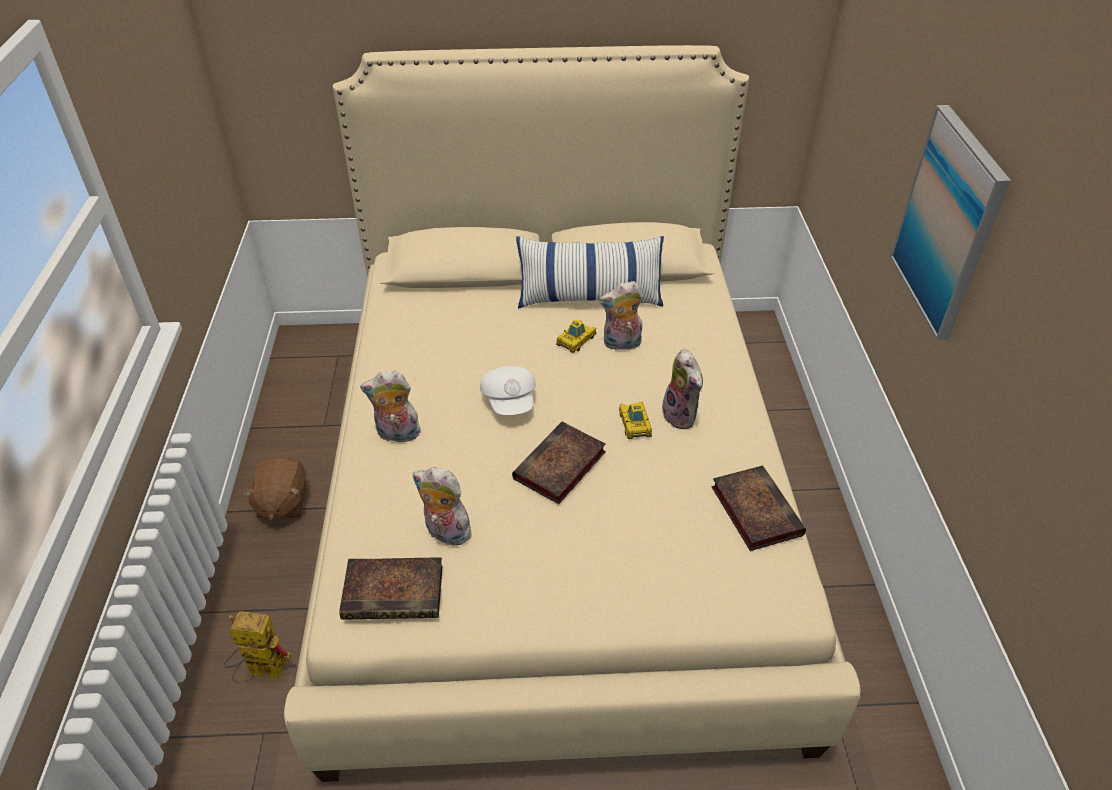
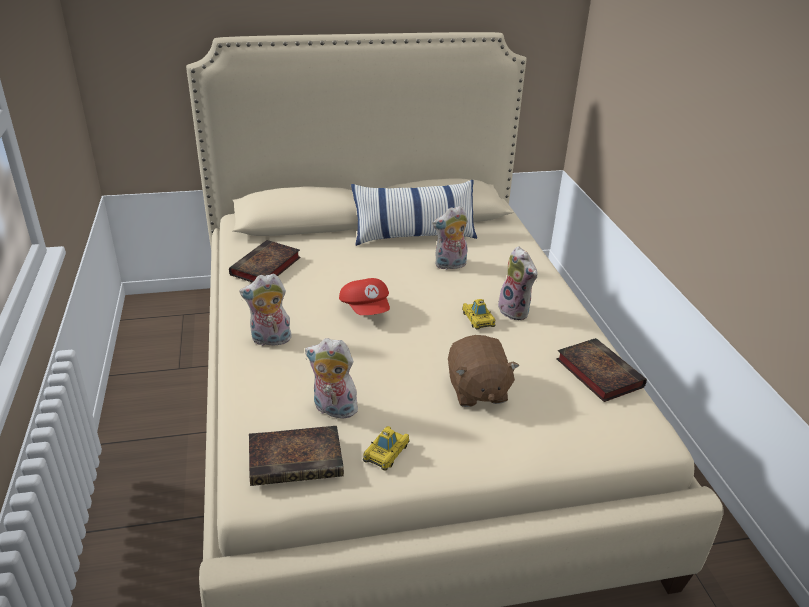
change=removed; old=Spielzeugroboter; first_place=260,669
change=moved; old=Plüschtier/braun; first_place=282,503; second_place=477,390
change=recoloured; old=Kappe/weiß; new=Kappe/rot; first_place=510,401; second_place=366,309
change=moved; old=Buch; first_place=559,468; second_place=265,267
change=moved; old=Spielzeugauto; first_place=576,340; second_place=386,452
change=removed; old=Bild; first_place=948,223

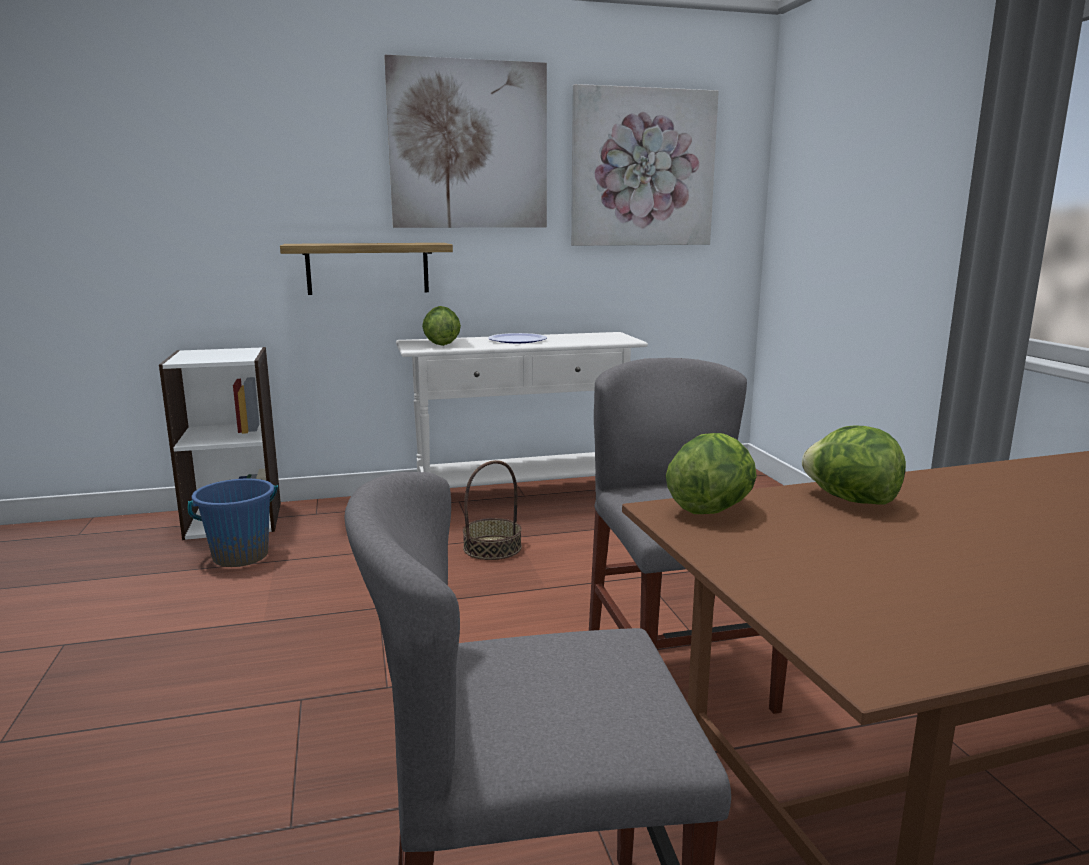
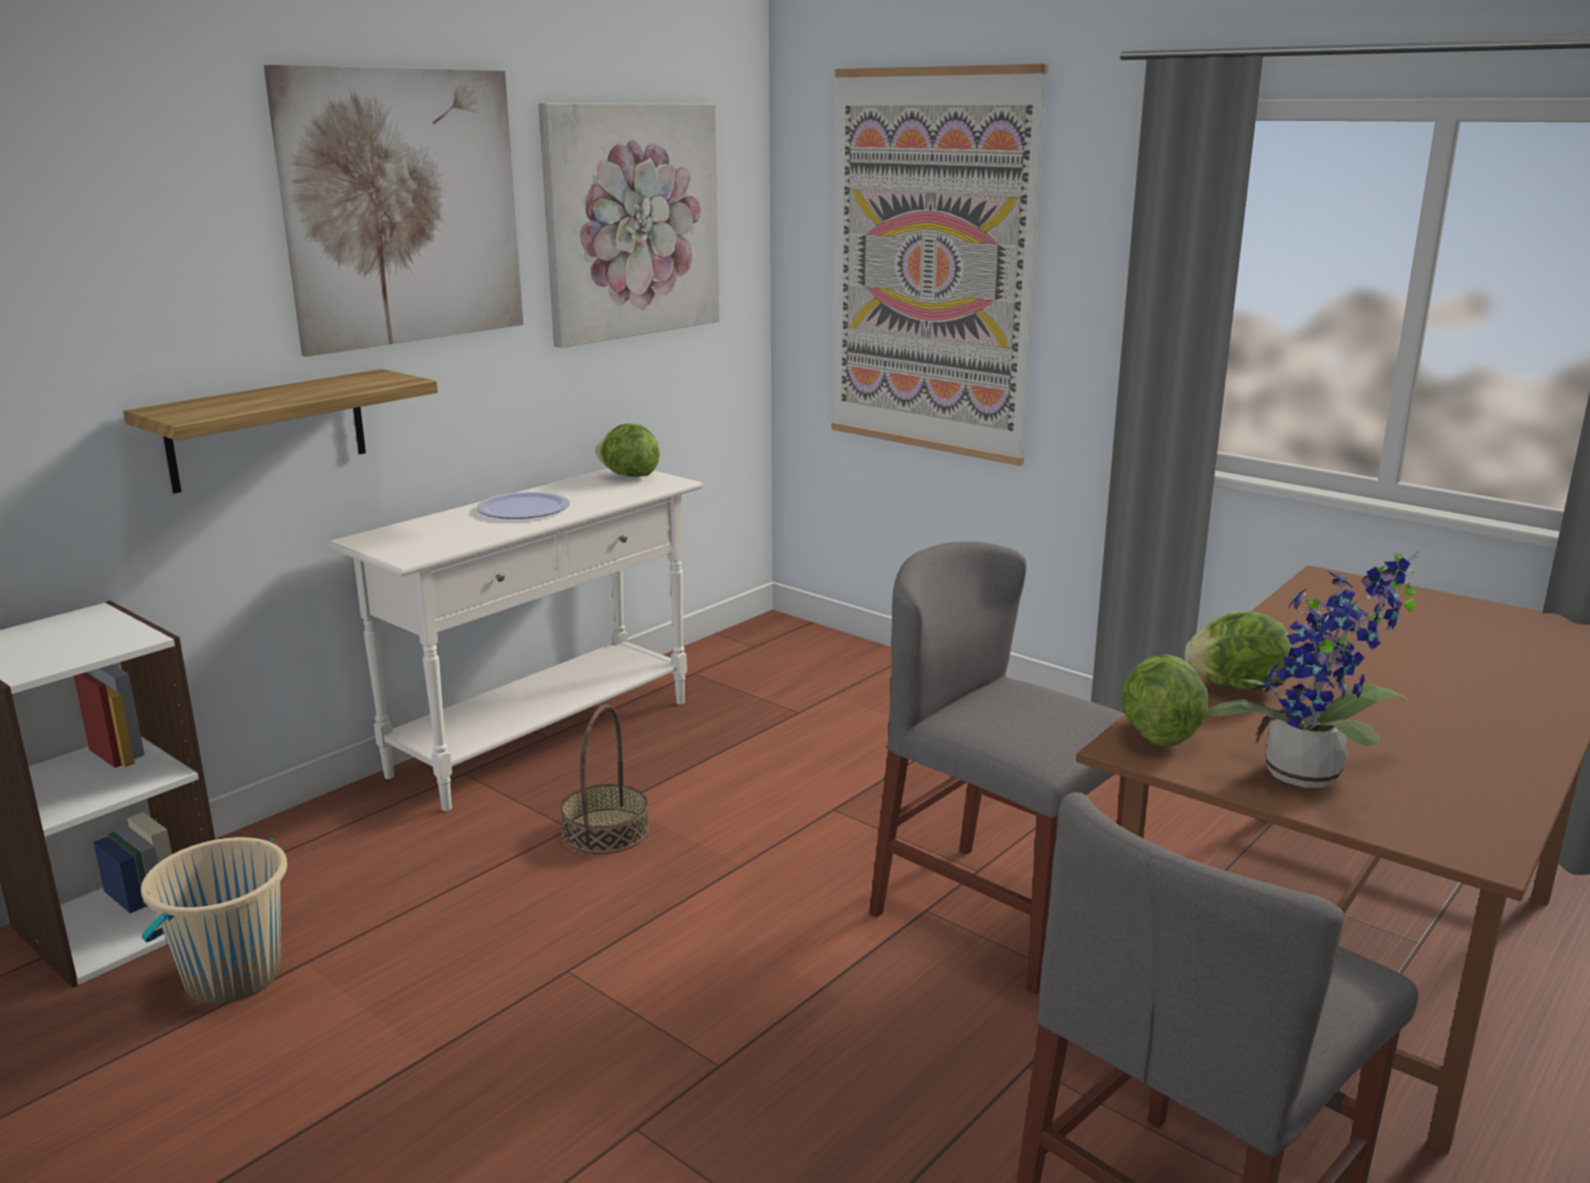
change=recoloured; old=Eimer/blau; new=Eimer/beige; first_place=240,556; second_place=232,976
change=moved; old=Salatkopf; first_place=440,345; second_place=629,475
change=added; new=Bild; second_place=930,265
change=added; new=Topfpflanze; second_place=1310,778

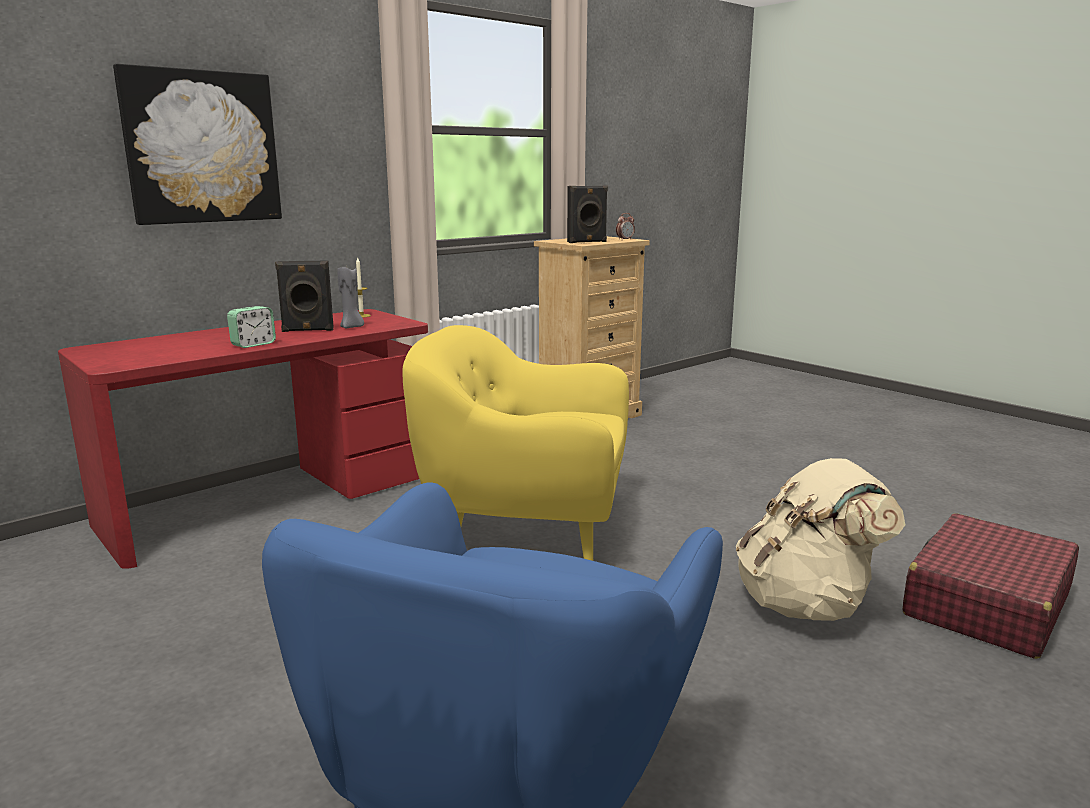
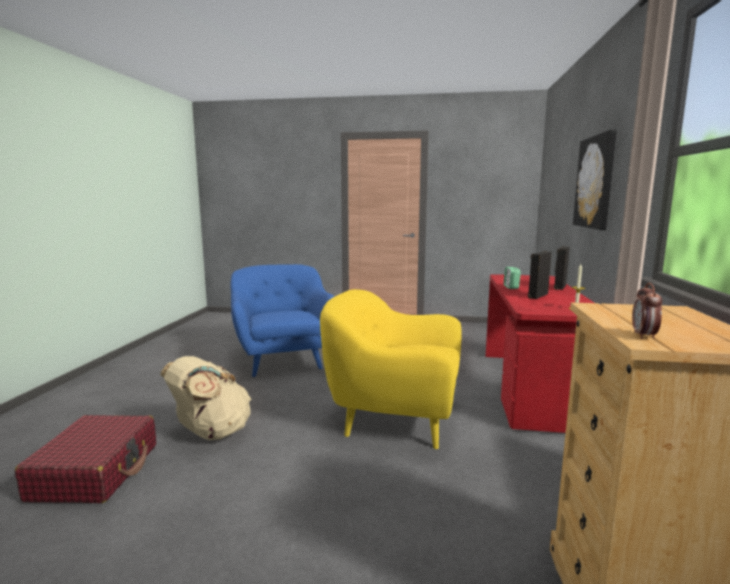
change=removed; old=Kerze/grau; first_place=352,327
change=turned; old=Sessel/gelb; first_place=524,528; second_place=394,419; degrees=-135
change=moved; old=Lautsprecher/schwarz; first_place=587,242; second_place=559,287

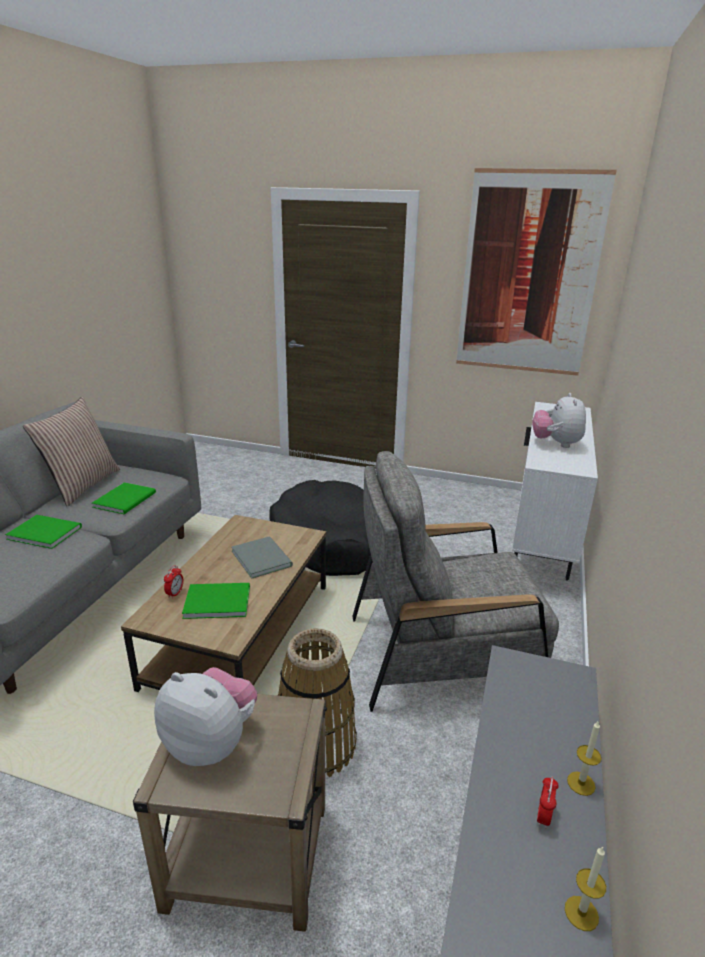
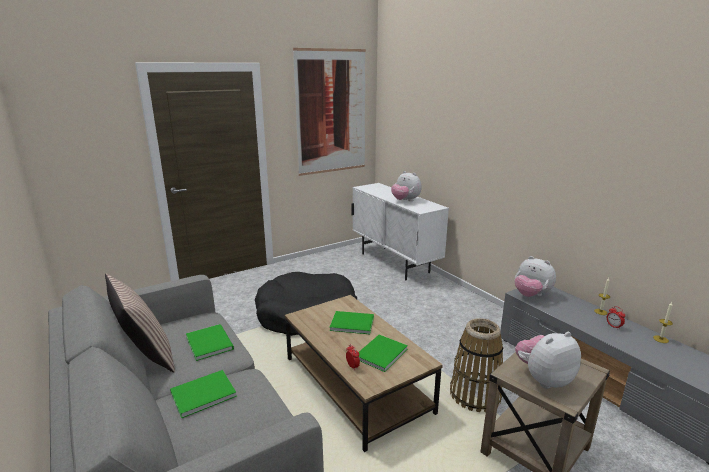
change=recoloured; old=Buch/grau; new=Buch/grün; first_place=262,557; second_place=351,323
change=removed; old=Sessel/grau; first_place=444,653
change=added; new=Plüschtier; second_place=531,295

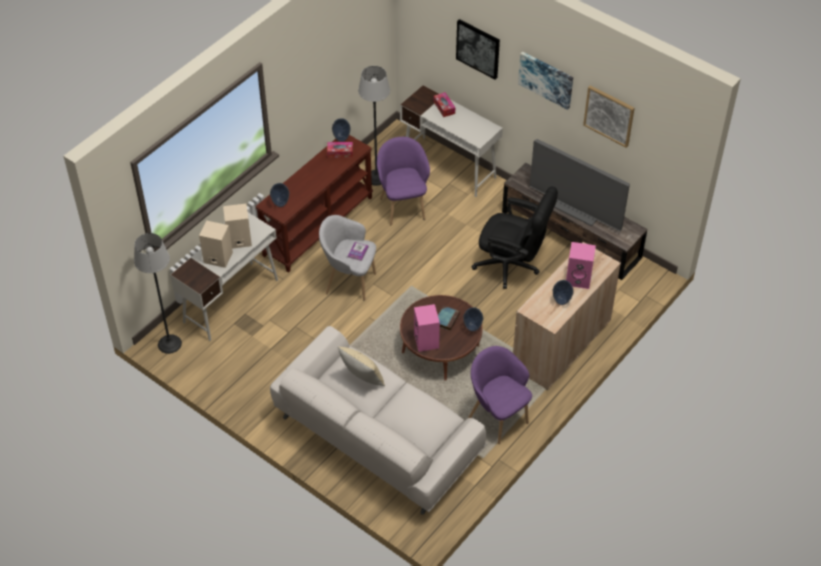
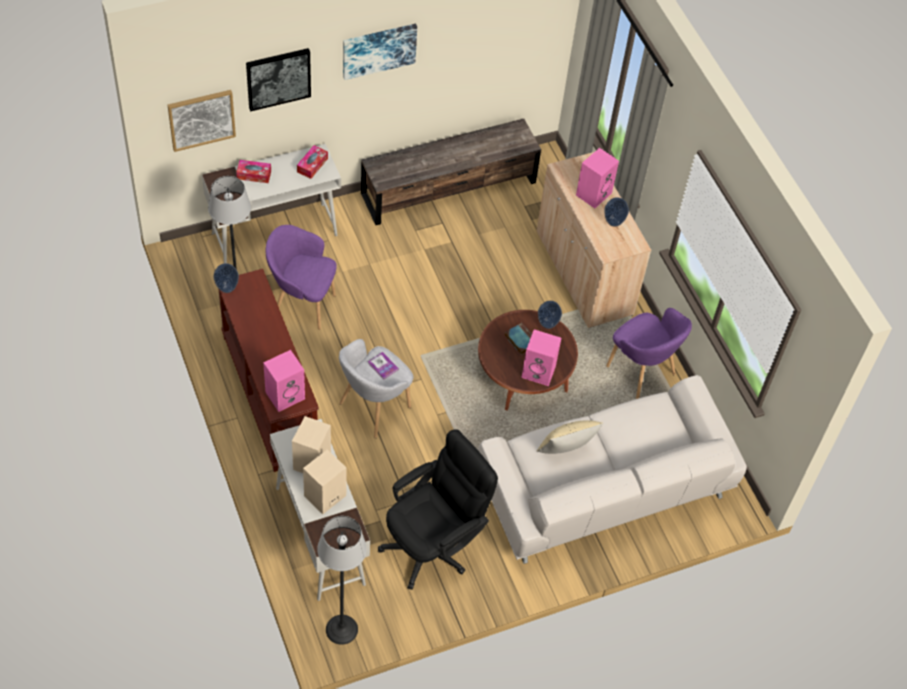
change=replaced; old=Vase; new=Lautsprecher/rosa; first_place=281,204; second_place=285,394
change=moved; old=Taschentuchbox; first_place=340,152; second_place=312,165
change=turned; old=Sessel/lila; first_place=497,418; second_place=641,373; degrees=-120
change=moved; old=Bürostuhl/schwarz; first_place=512,266; second_place=433,544
change=removed; old=Fernseher; first_place=576,207
change=moved; old=Bild; first_place=609,115; second_place=201,119

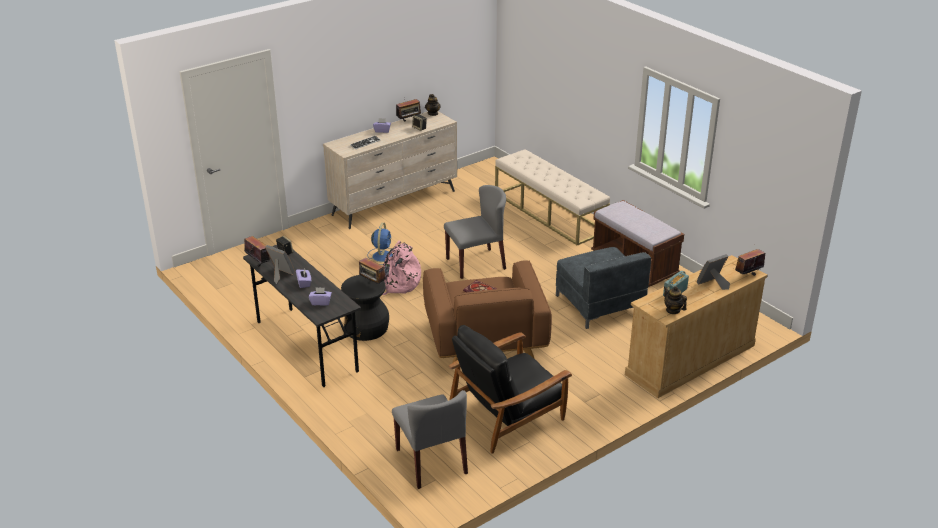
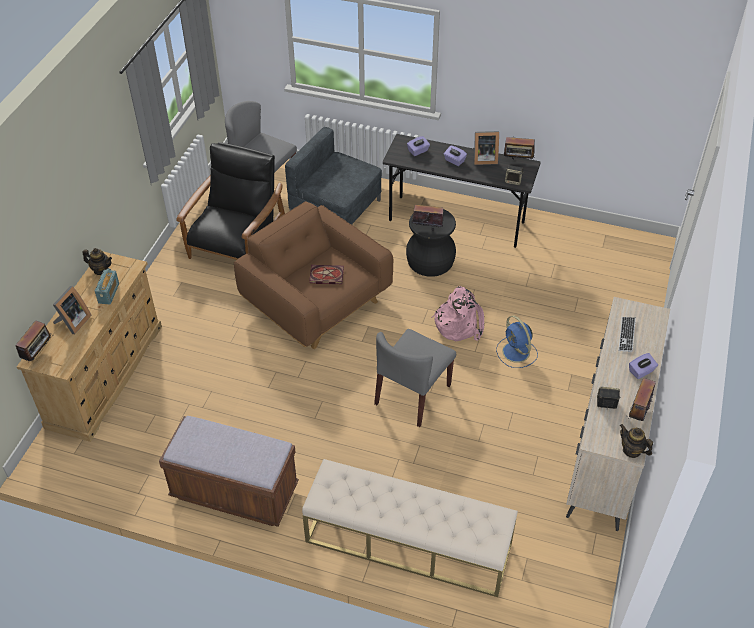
change=moved; old=Sessel/grau; first_place=599,303; second_place=336,209

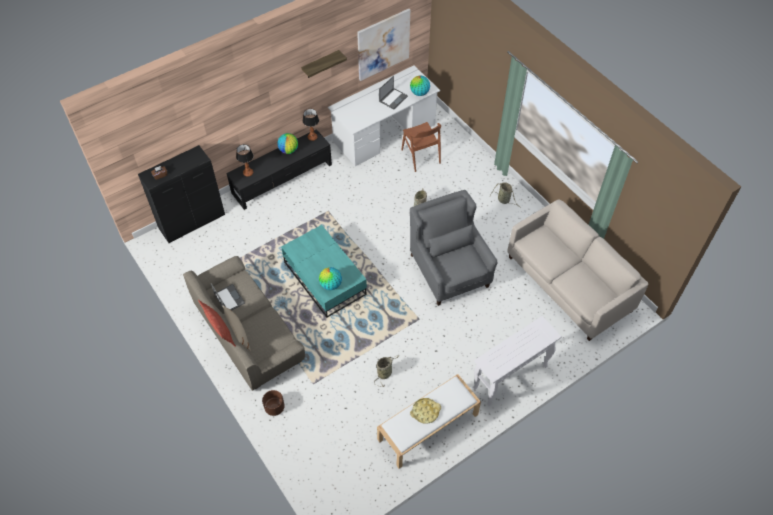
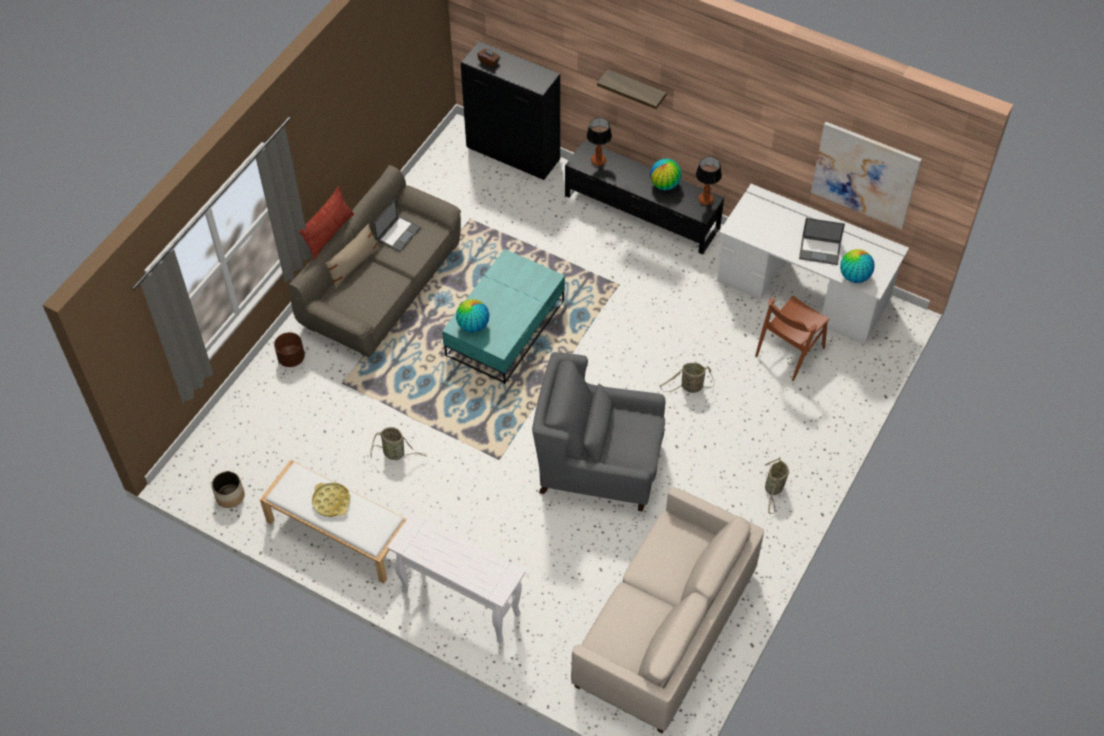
change=moved; old=Wandregal; first_place=320,65; second_place=636,90
change=turned; old=Sessel/grau; first_place=449,271; second_place=599,465; degrees=-120
change=added; new=Pflanzkübel; second_place=230,496

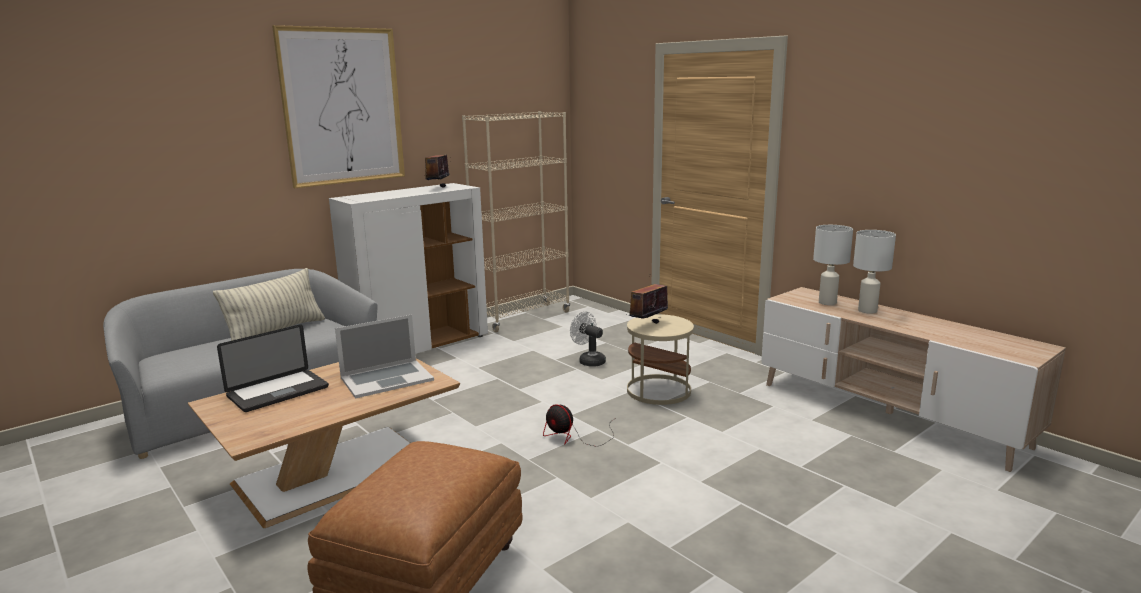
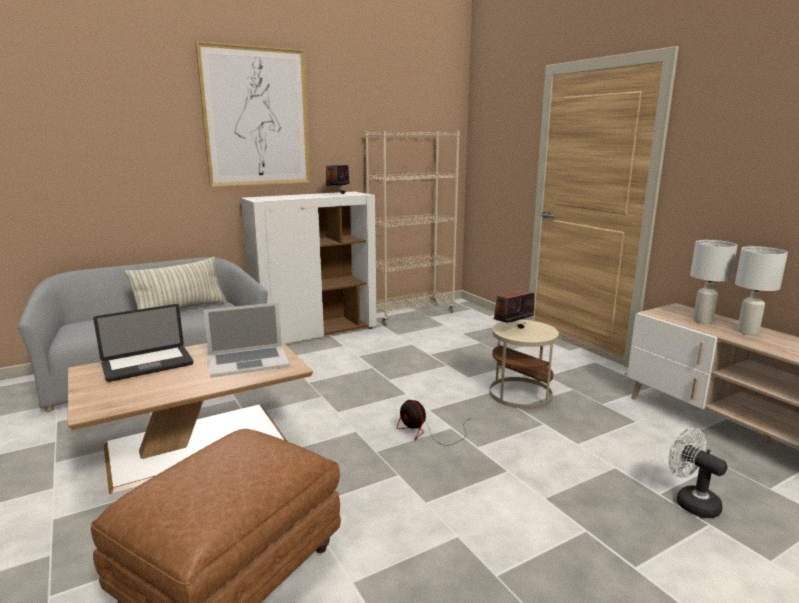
change=moved; old=Ventilator/weiß; first_place=588,361; second_place=691,502

